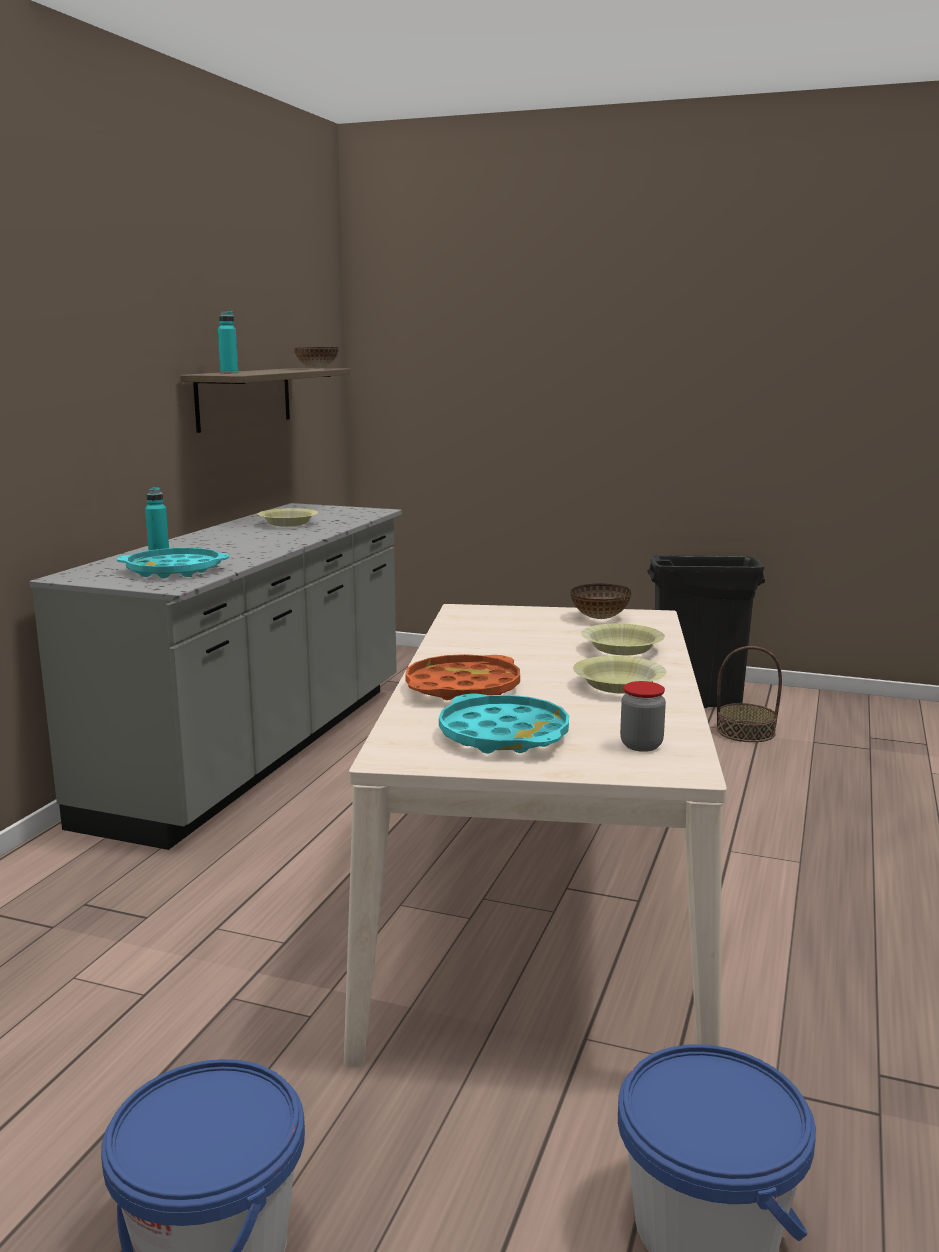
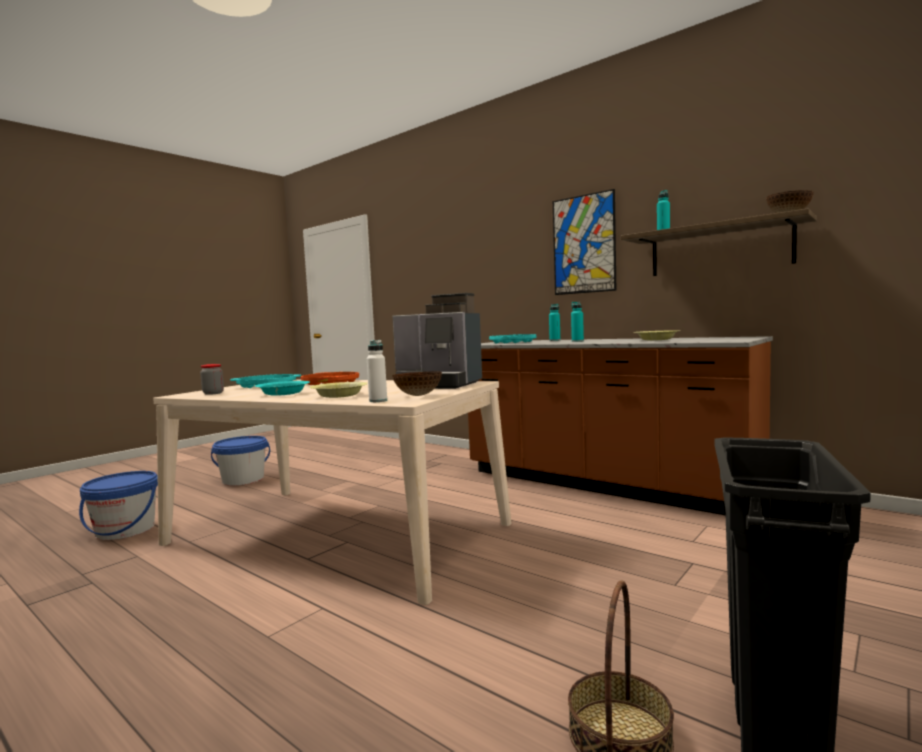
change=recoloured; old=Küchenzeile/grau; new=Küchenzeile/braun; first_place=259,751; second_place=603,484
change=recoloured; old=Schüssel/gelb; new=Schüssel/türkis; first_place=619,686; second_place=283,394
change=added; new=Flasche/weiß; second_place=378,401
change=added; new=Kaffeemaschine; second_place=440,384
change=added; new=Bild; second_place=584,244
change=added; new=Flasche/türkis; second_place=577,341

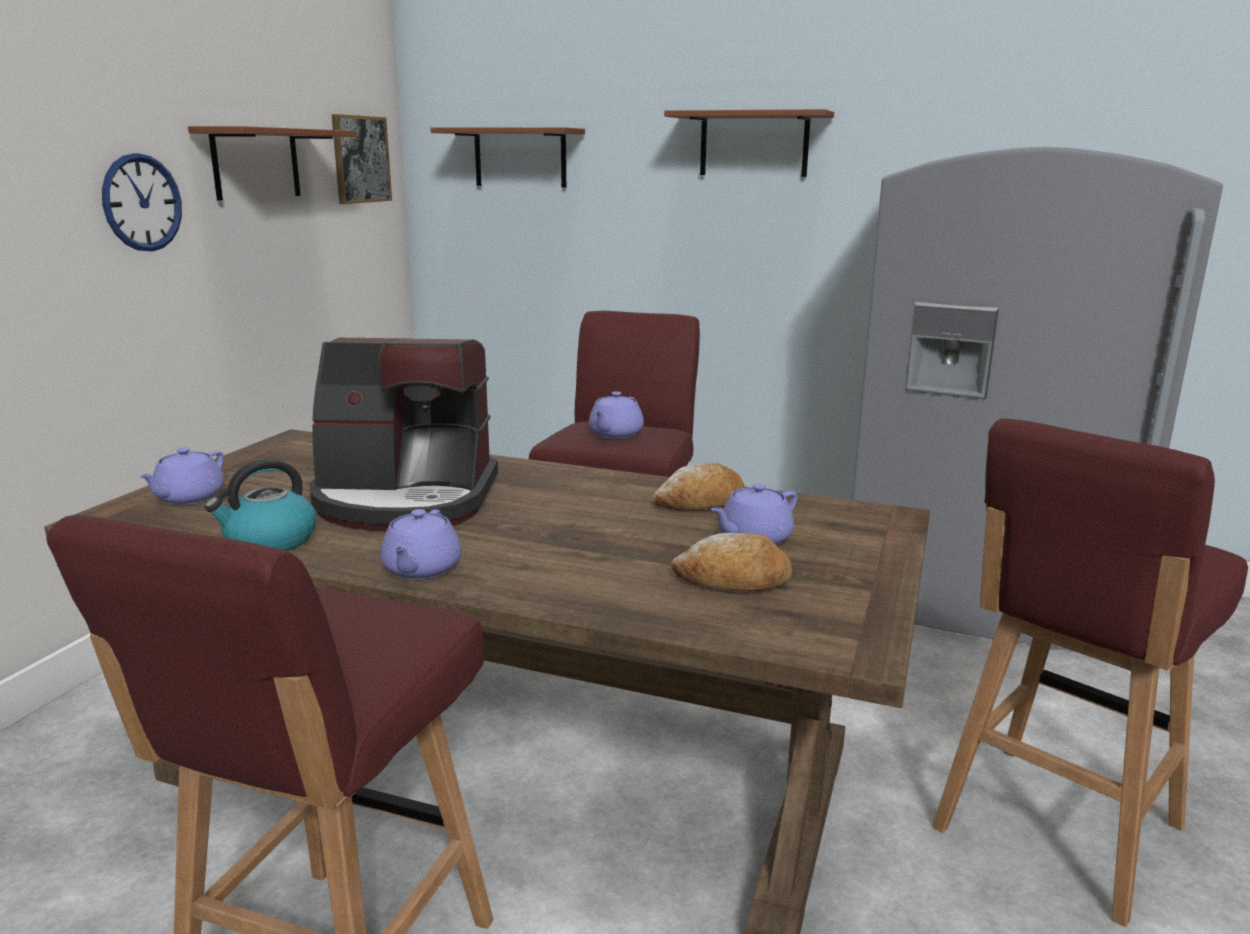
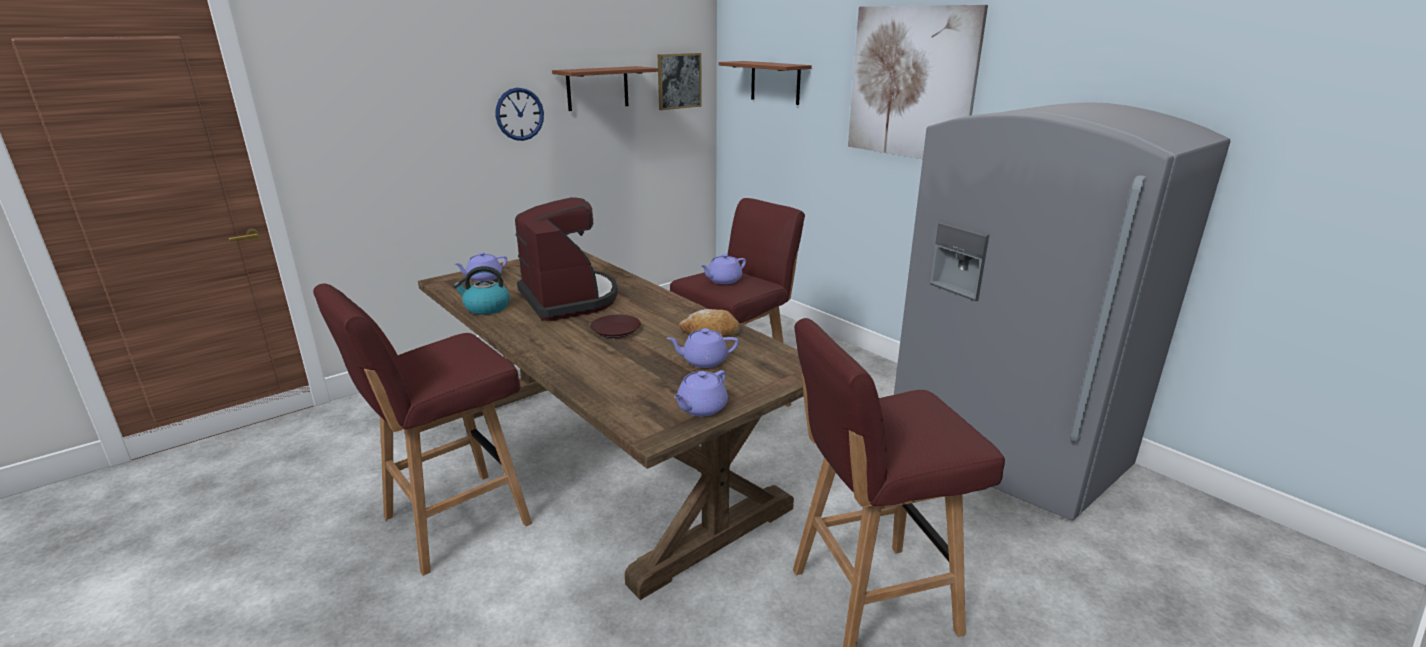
change=turned; old=Kaffeemaschine; first_place=406,500; second_place=569,299; degrees=-150
change=moved; old=Teekanne/lila; first_place=421,569; second_place=701,408
change=replaced; old=Wandregal/braun; new=Bild; first_place=754,144; second_place=911,83
change=removed; old=Brot; first_place=733,580
change=added; new=Teller/braun; second_place=615,330

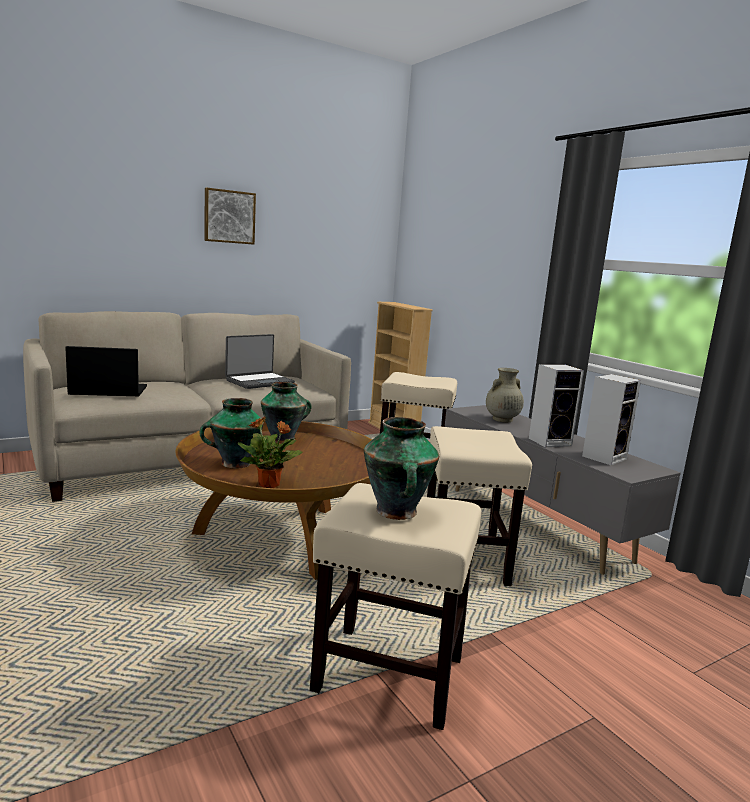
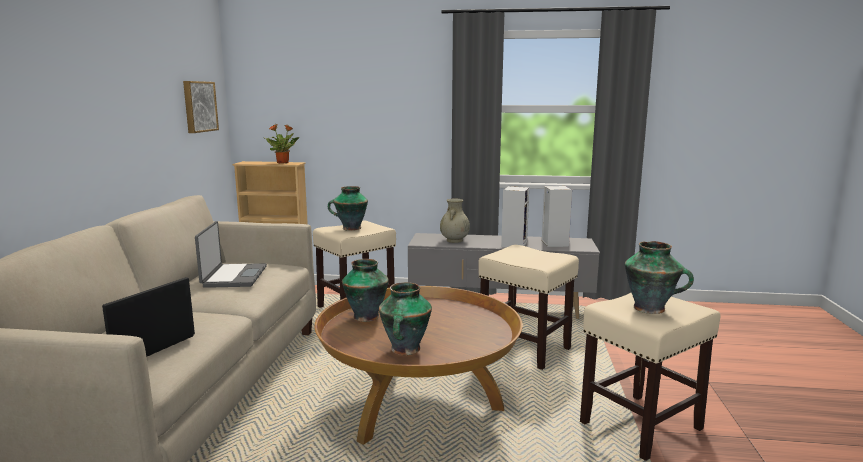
change=moved; old=Bild; first_place=229,216; second_place=199,106
change=moved; old=Topfpflanze; first_place=269,485; second_place=283,162
change=added; new=Vase; second_place=350,228

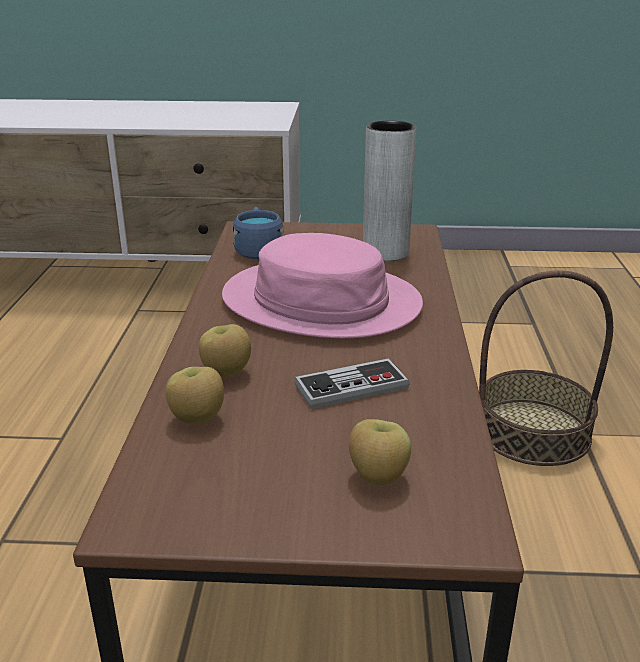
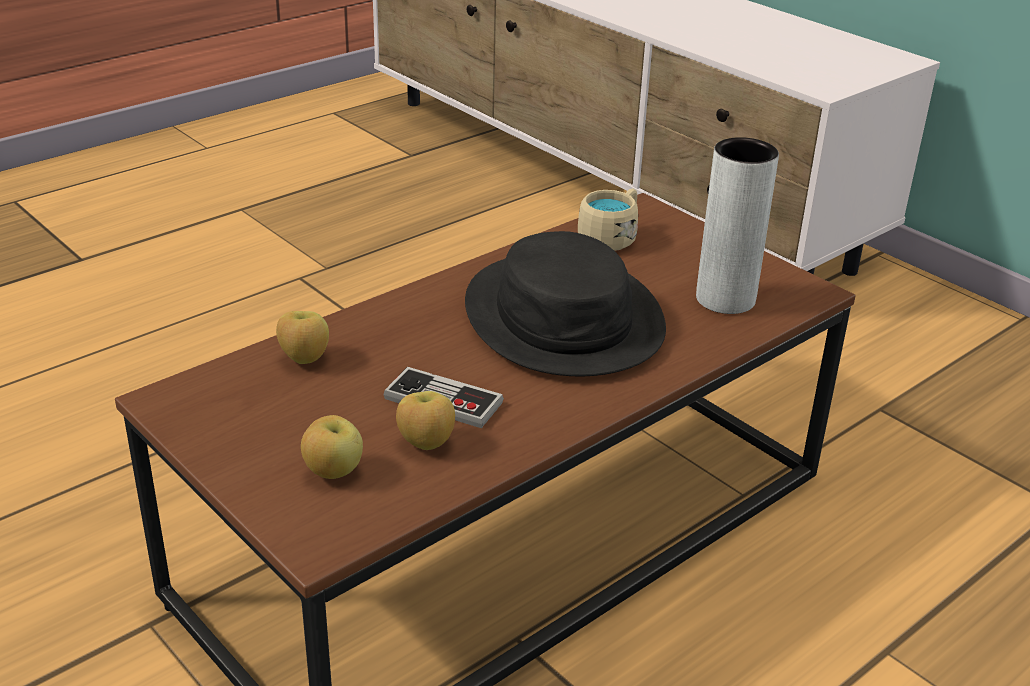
change=moved; old=Apfel; first_place=226,373; second_place=425,444
change=recoloured; old=Hut/rosa; new=Hut/schwarz; first_place=321,301; second_place=564,317
change=recoloured; old=Henkelbecher/blau; new=Henkelbecher/beige; first_place=258,249; second_place=611,237
change=removed; old=Korb; first_place=533,431

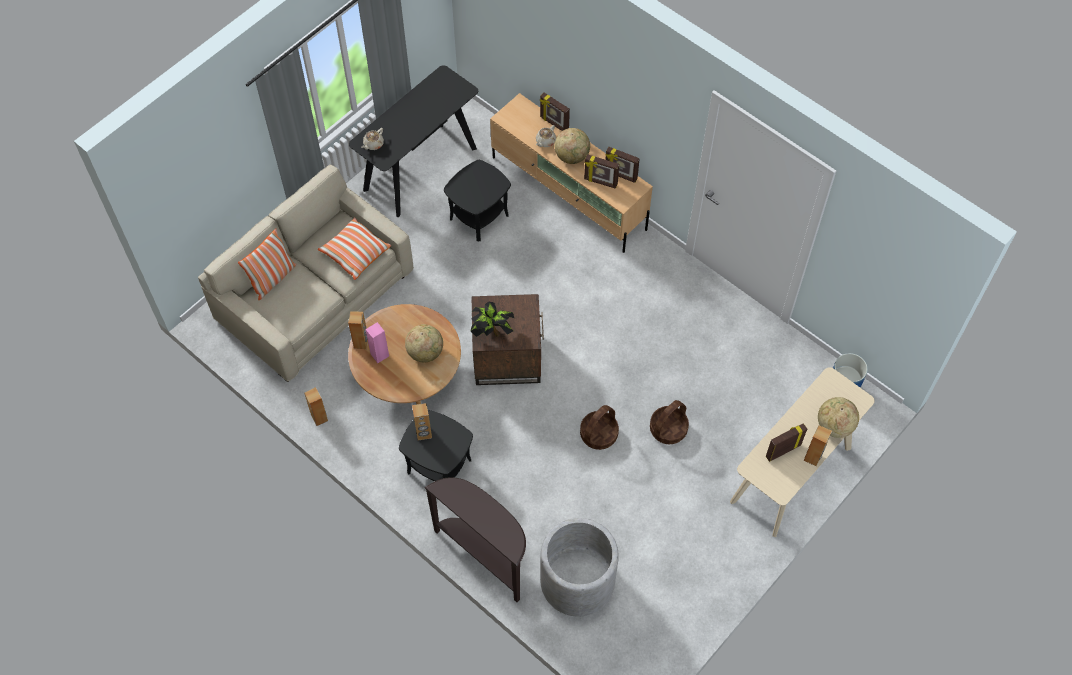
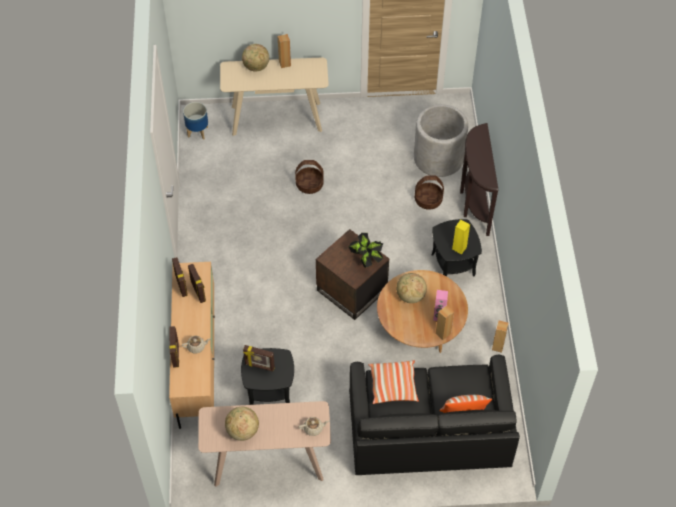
change=recoloured; old=Sofa/beige; new=Sofa/schwarz; first_place=314,294; second_place=428,430
change=recoloured; old=Konsolentisch/schwarz; new=Konsolentisch/beige; first_place=420,168; second_place=268,462
change=recoloured; old=Lautsprecher/braun; new=Lautsprecher/gelb; first_place=424,433; second_place=459,248
change=moved; old=Globus; first_place=572,156; second_place=242,431
change=moved; old=Korb; first_place=599,434; second_place=428,200
change=moved; old=Bilderrahmen; first_place=782,450; second_place=259,366

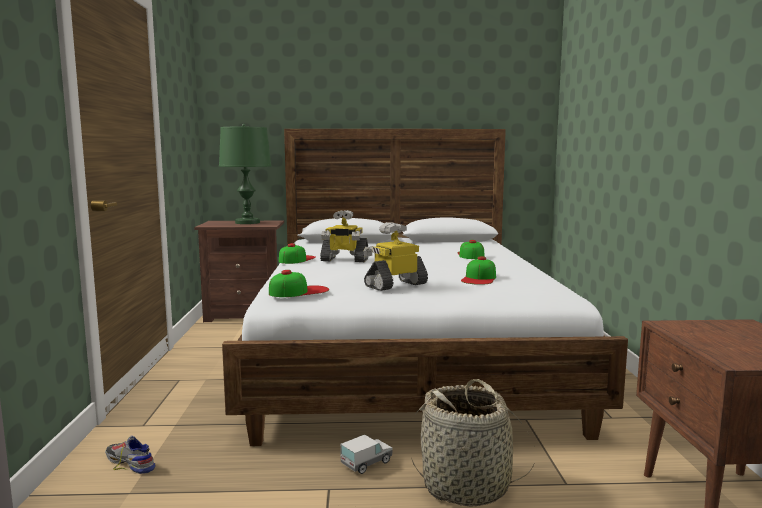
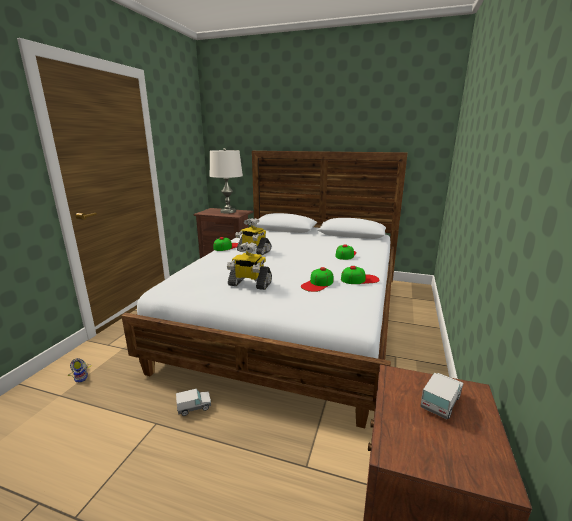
change=recoloured; old=Tischlampe/grün; new=Tischlampe/weiß; first_place=247,222; second_place=228,211
change=moved; old=Kappe; first_place=299,291; second_place=359,279
change=turned; old=Spielzeugroboter; first_place=395,285; second_place=249,284; degrees=-150
change=removed; old=Korb; first_place=467,486
change=added; new=Spielzeuglaster; second_place=440,402

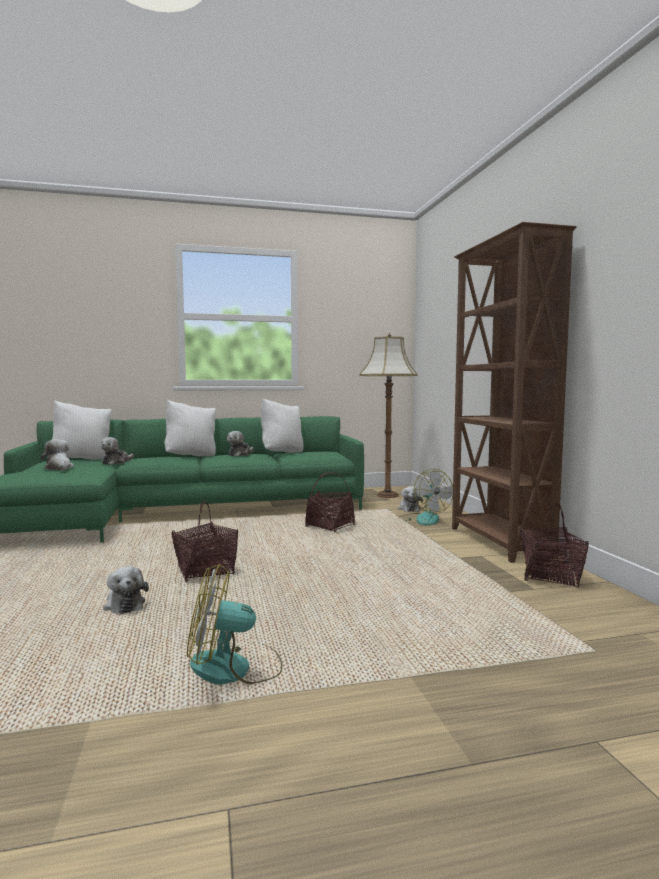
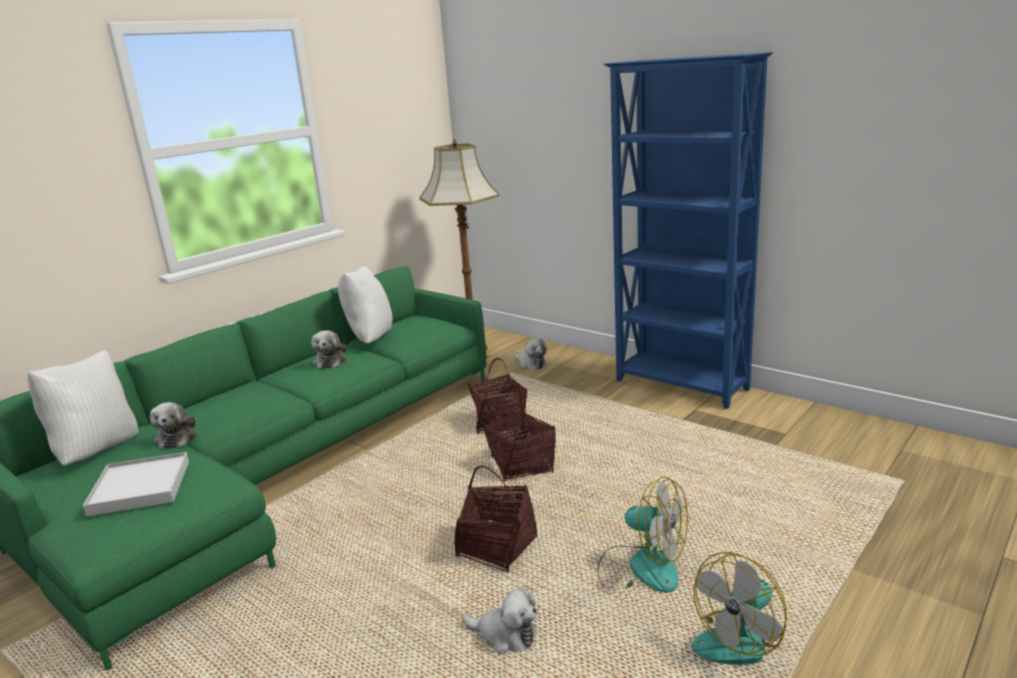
change=replaced; old=Plüschtier; new=Tablett/weiß; first_place=59,468; second_place=140,487
change=removed; old=Kissen/weiß; first_place=191,456
change=moved; old=Ventilator; first_place=423,519; second_place=641,568
change=recoloured; old=Bücherregal/braun; new=Bücherregal/blau; first_place=499,542; second_place=681,385
change=moved; old=Korb; first_place=550,576; second_place=521,465

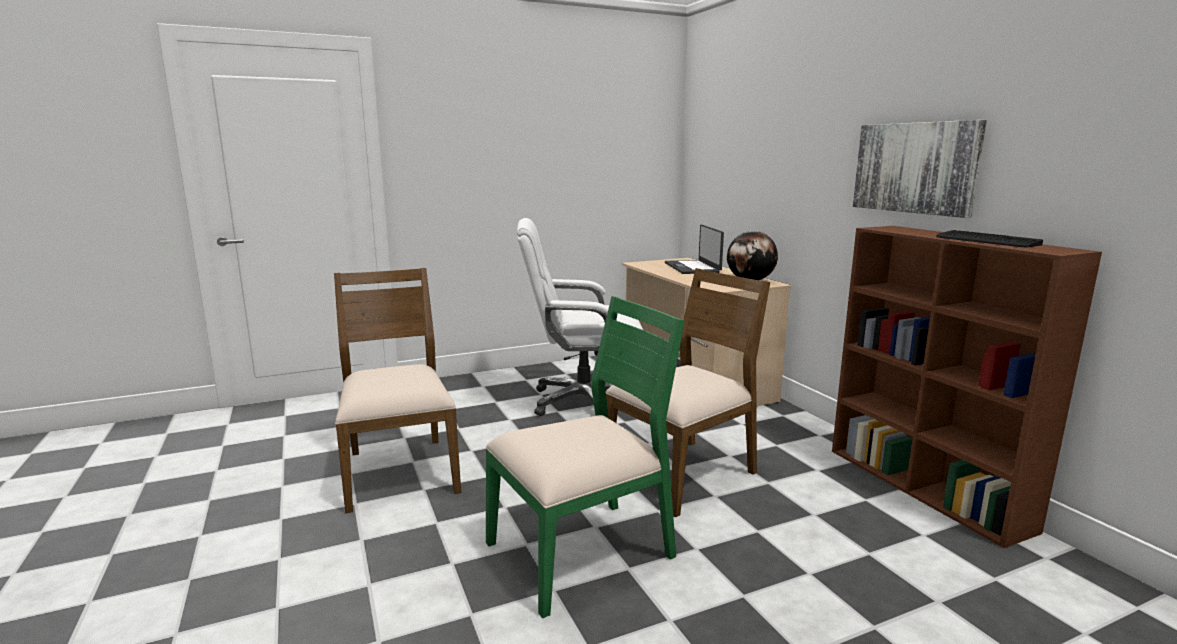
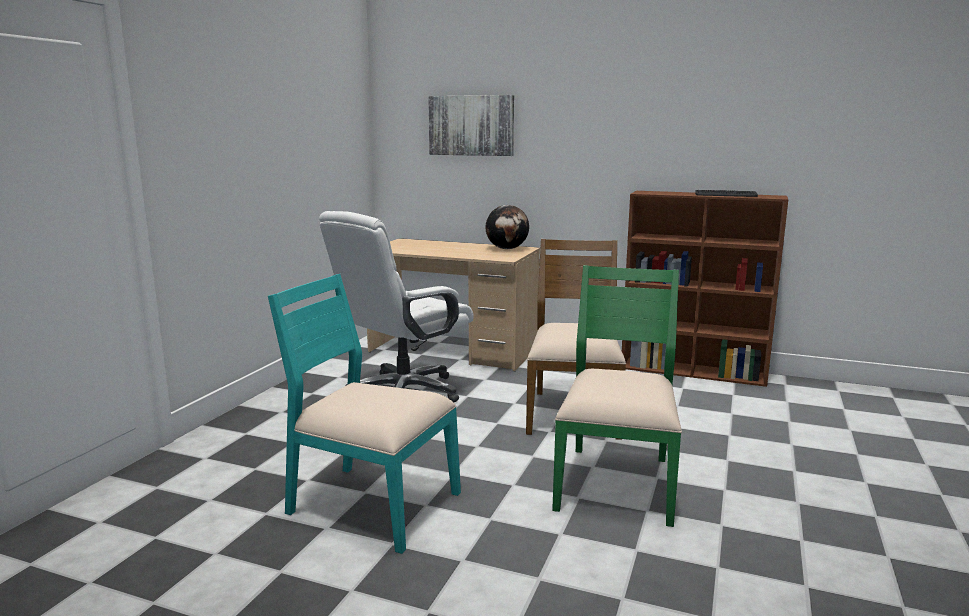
change=recoloured; old=Stuhl/braun; new=Stuhl/türkis; first_place=400,471; second_place=372,504
change=removed; old=Laptop; first_place=693,267
change=moved; old=Bild; first_place=915,168; second_place=471,125

